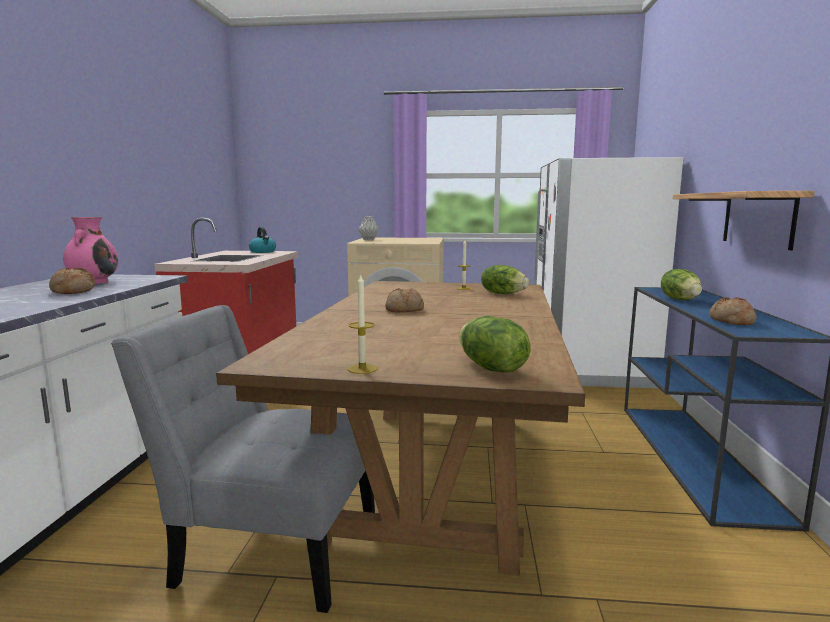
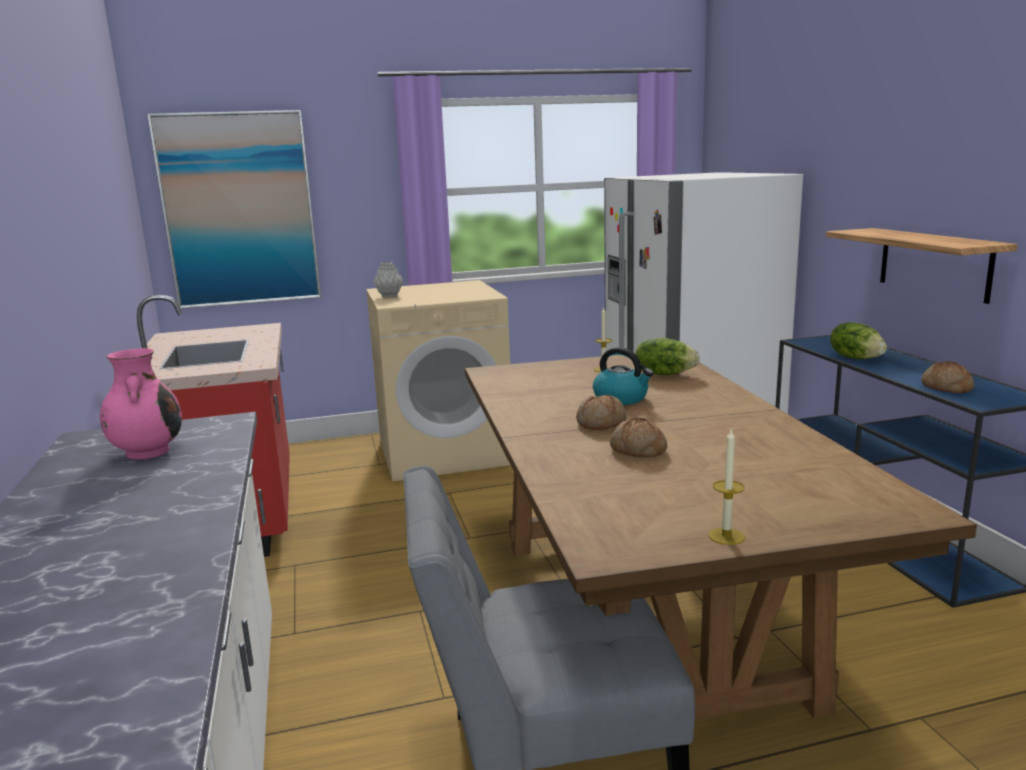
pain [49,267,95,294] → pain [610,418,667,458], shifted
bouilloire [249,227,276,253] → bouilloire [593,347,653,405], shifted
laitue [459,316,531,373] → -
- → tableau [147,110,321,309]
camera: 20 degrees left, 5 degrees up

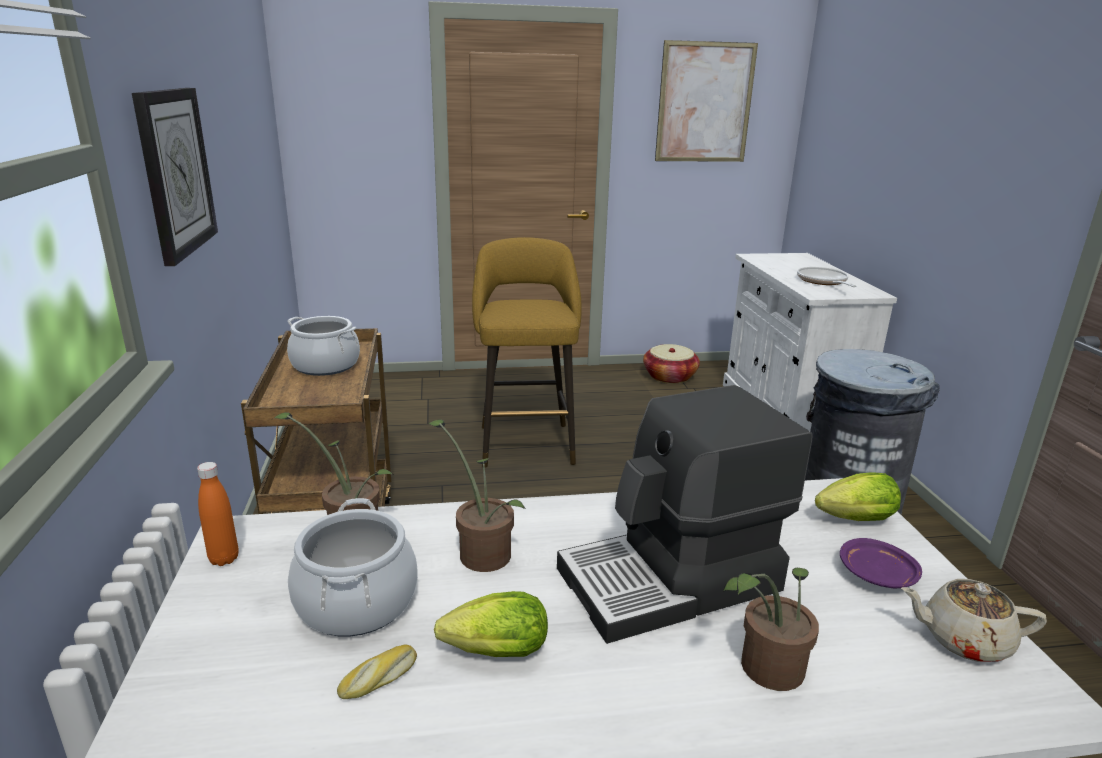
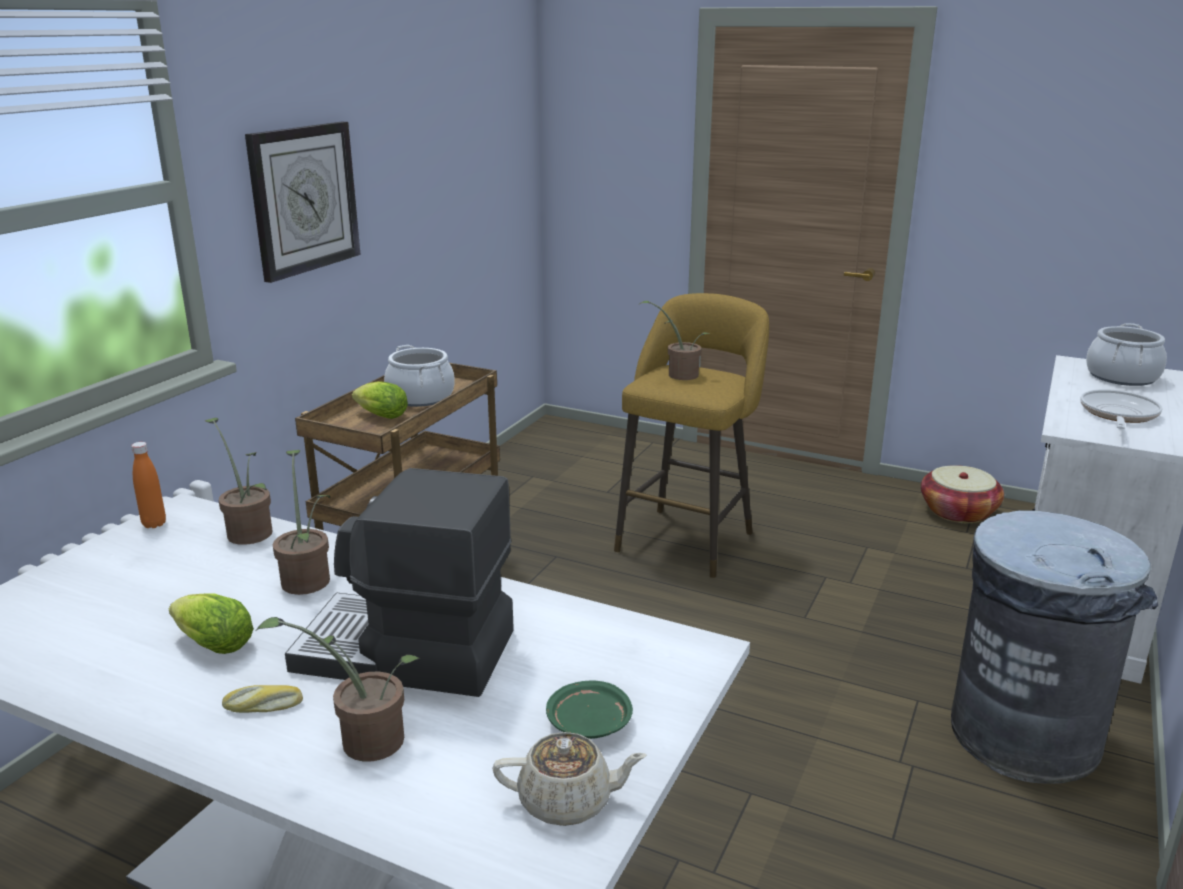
marmite [288,498,418,637] → marmite [1086,323,1167,386], shifted
pain [337,645,417,699] → pain [222,685,303,713], shifted
tableau [655,40,758,162] → -
laitue [815,472,901,521] → laitue [352,381,408,419], shifted
assiette/violet [840,538,922,588] → assiette/vert [546,681,633,739]
théière/beige [901,579,1047,662] → théière/beige [492,732,647,826], 135 degrees clockwise
- → plante en pot [640,301,709,380]
camera: 35 degrees right, 0 degrees up

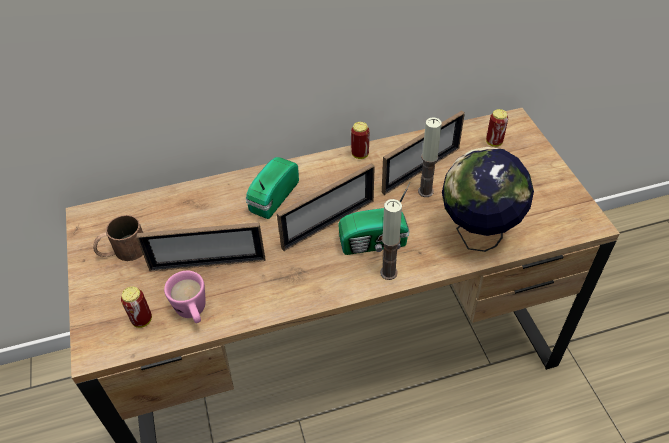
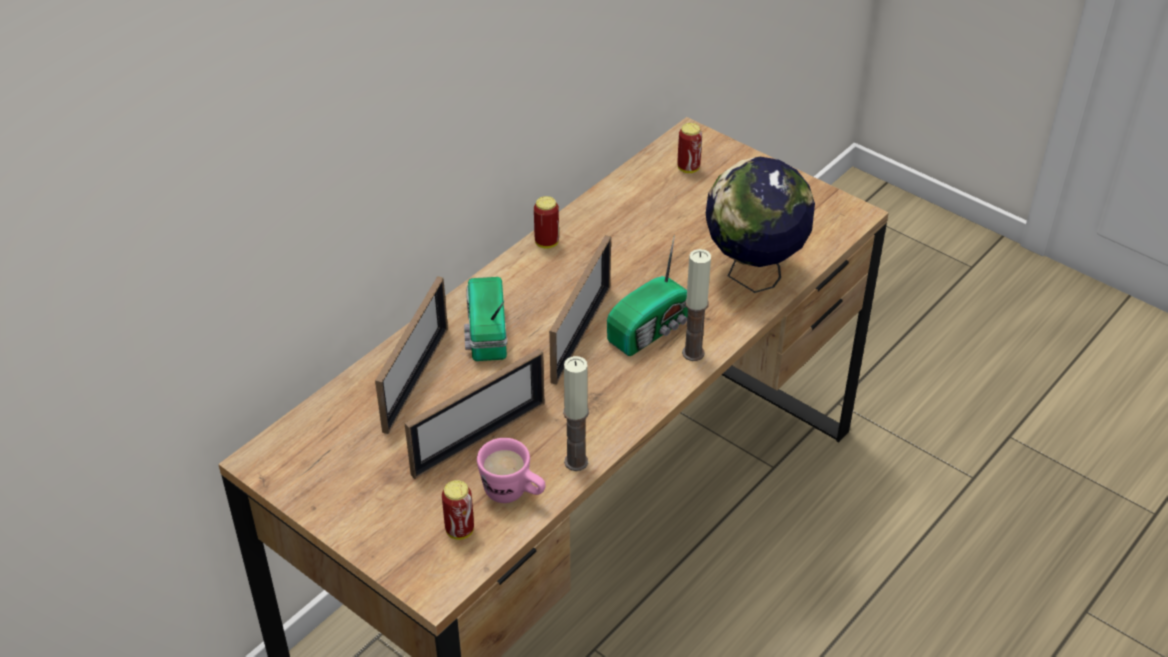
mug/marron [93,215,143,261] → -
cadre photo [382,111,465,195] → cadre photo [375,276,448,434], shifted
bougie [418,117,442,197] → bougie [563,356,589,471], shifted
camera: 35 degrees left, 5 degrees down

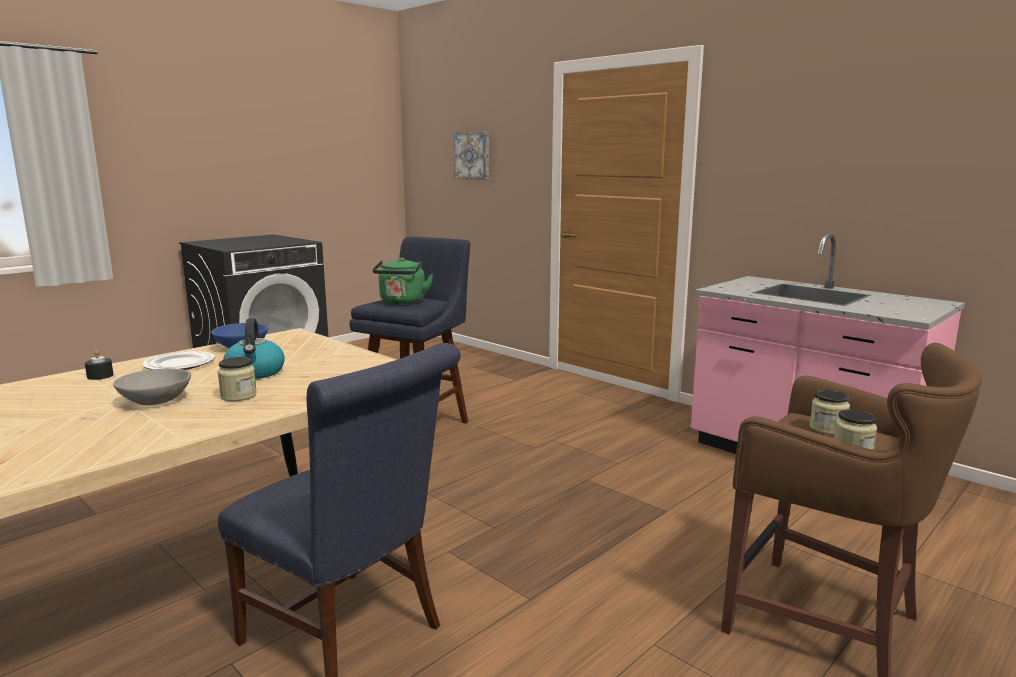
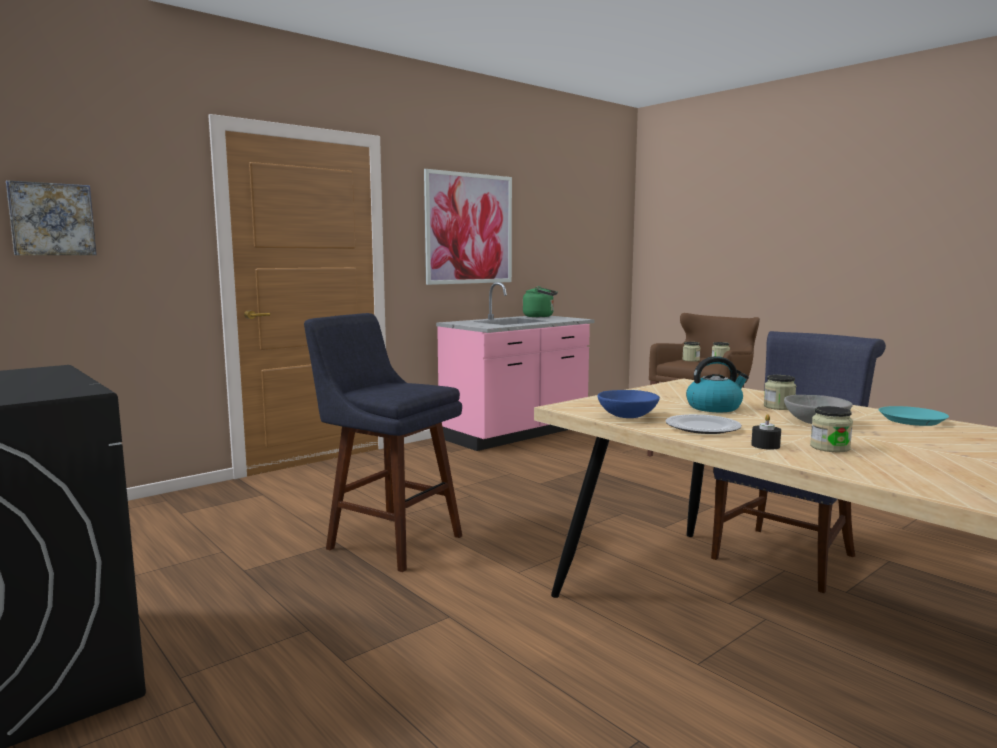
bouilloire/vert [373,257,434,304] → bouilloire/vert [523,286,558,317], shifted
- → tableau [424,169,512,285]
- → bocal [810,406,853,452]
- → assiette/turquoise [879,406,949,426]
camera: 85 degrees left, 5 degrees down

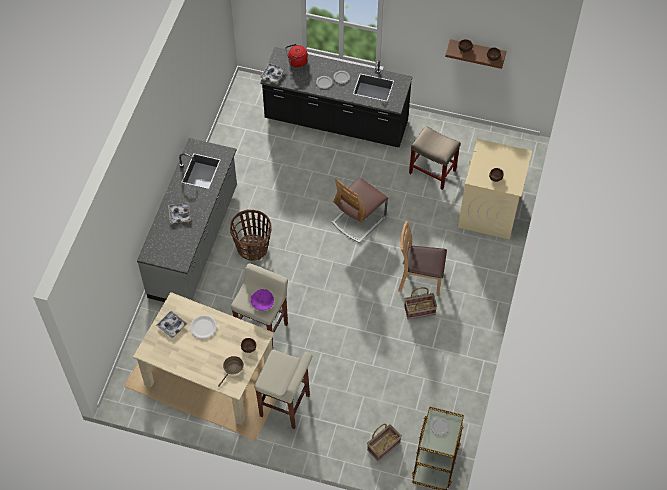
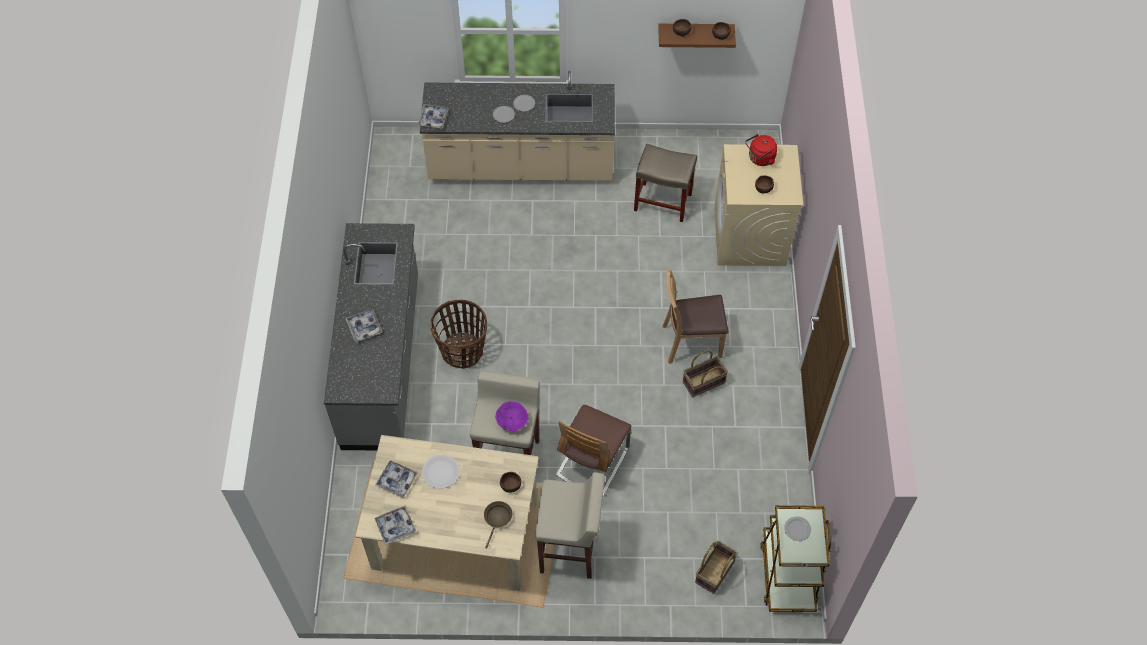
comptoir de cuisine/noir [260,47,413,147] → comptoir de cuisine/beige [420,71,615,181]
bouilloire/rouge [286,44,308,68] → bouilloire/rouge [745,134,777,166], shifted
chaise [332,178,388,243] → chaise [556,405,632,496], shifted
- → plateau [375,505,416,545]
camera: 15 degrees left, 0 degrees up

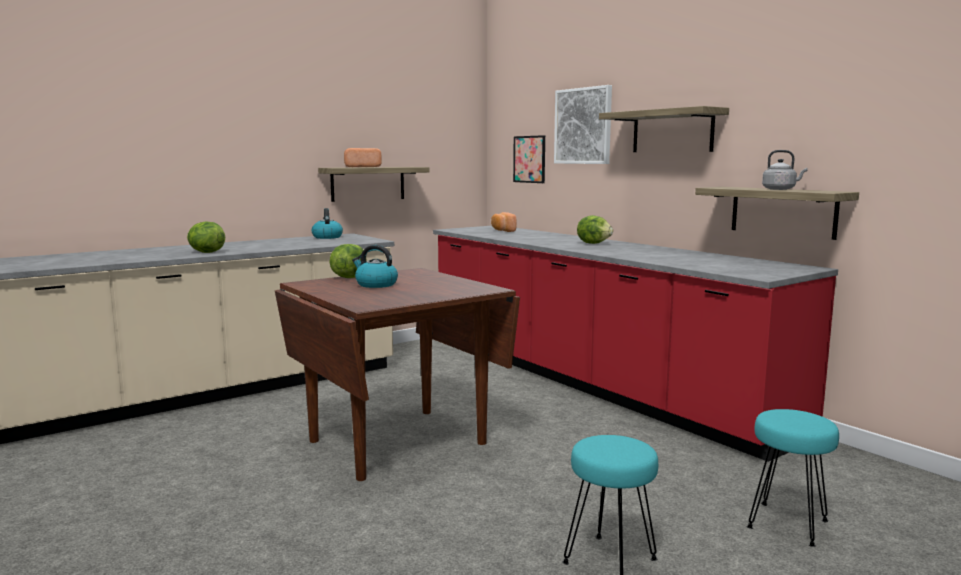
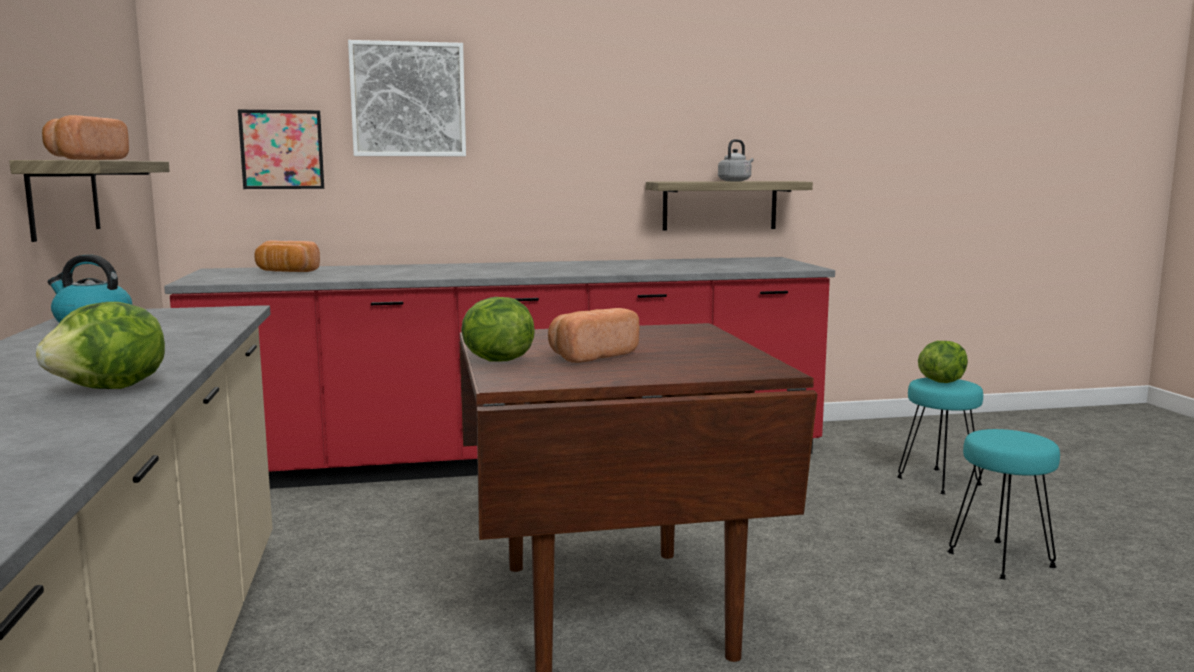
bouilloire [352,245,398,288] → pain [548,308,639,363]
laitue [577,215,613,244] → laitue [918,341,968,383], shifted
étagère [599,106,729,152] → -
camera: 65 degrees left, 0 degrees up

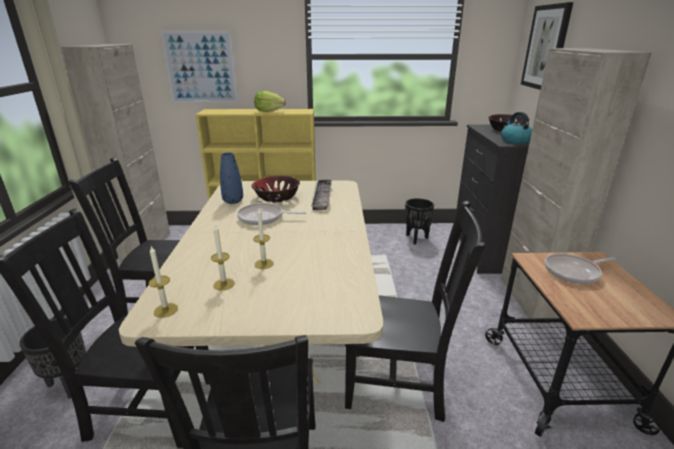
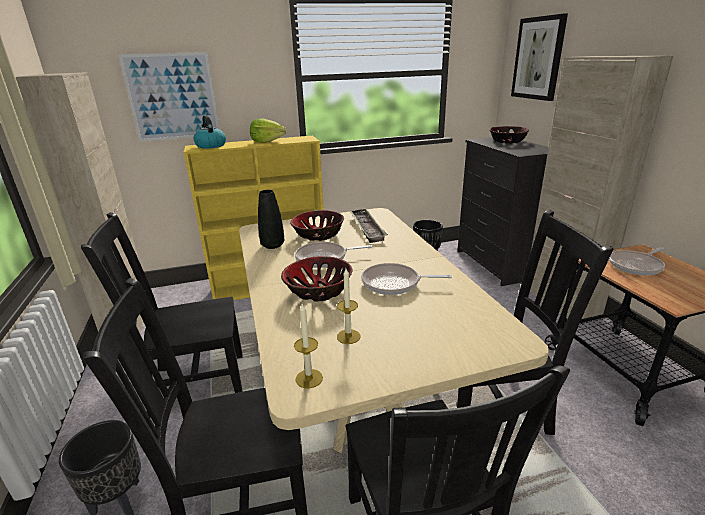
vase/bleu [220,152,243,204] → vase/noir [258,190,284,249]
bougie [253,209,274,269] → -
bouilloire [501,112,532,144] → bouilloire [194,115,226,149], shifted
- → bol [281,256,353,302]
- → poêle [361,263,452,295]
camera: 15 degrees left, 0 degrees up

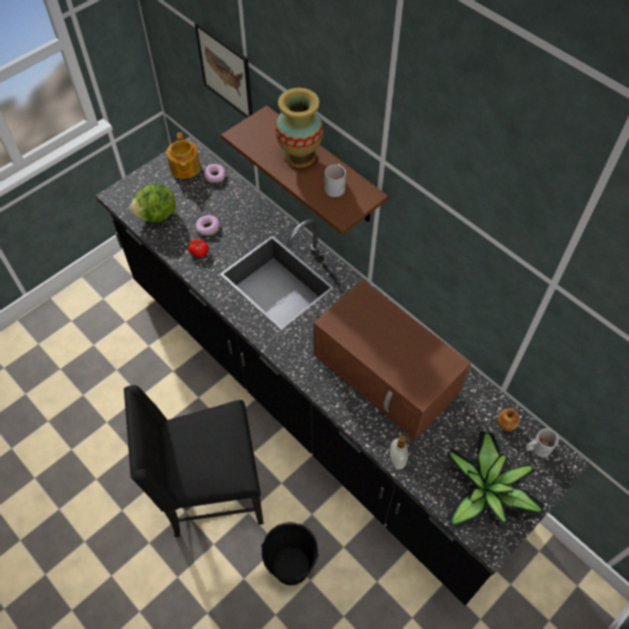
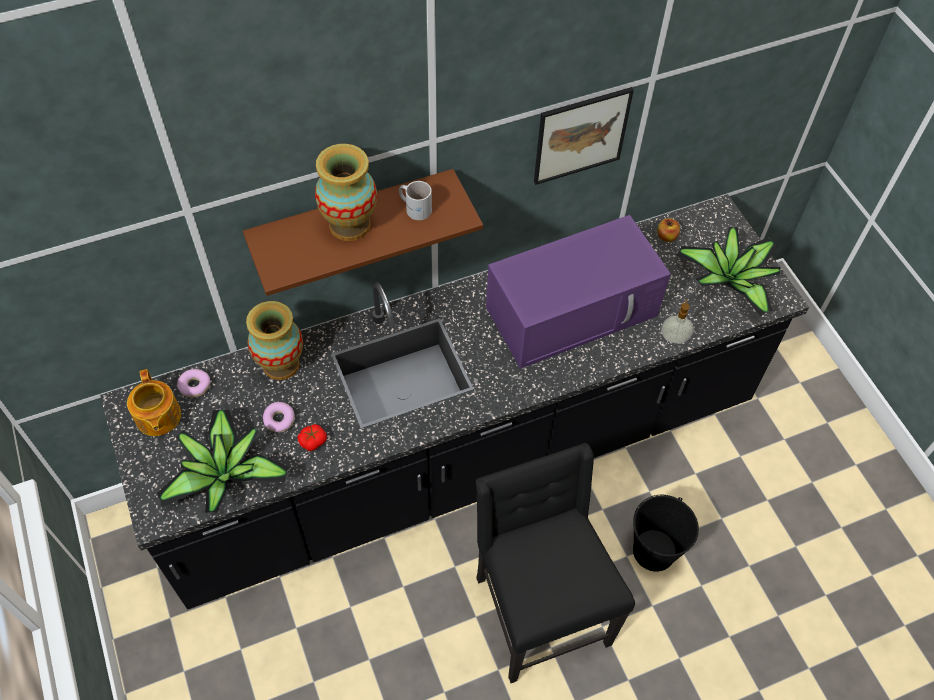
chaise/noir [124,385,264,537] → chaise/noir [476,443,635,683], 150 degrees clockwise
laitue [129,184,176,222] → plante en pot [157,410,288,513]
théière [167,132,201,179] → théière [127,369,181,436], 60 degrees clockwise
tableau [195,22,253,118] → tableau [534,87,634,185], shifted
micro-ondes/marron [314,280,471,440] → micro-ondes/violet [486,215,671,369]
mug/blanc [526,428,559,457] → -
- → vase [246,301,303,380]
camera: 70 degrees left, 0 degrees up

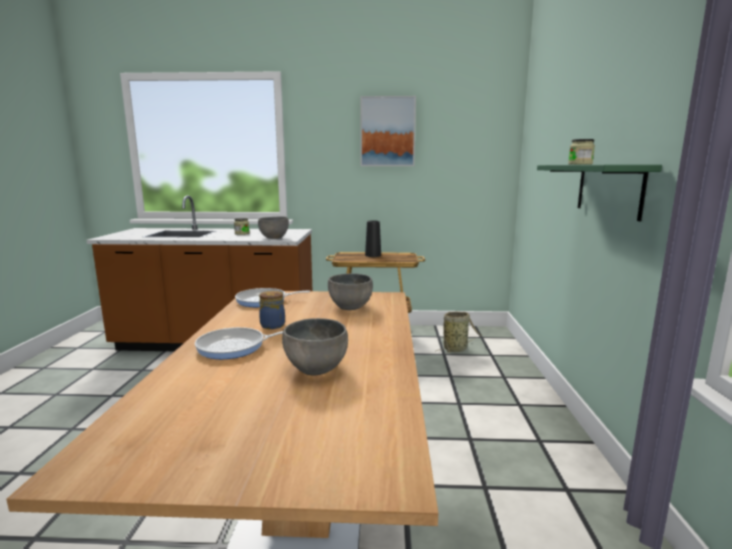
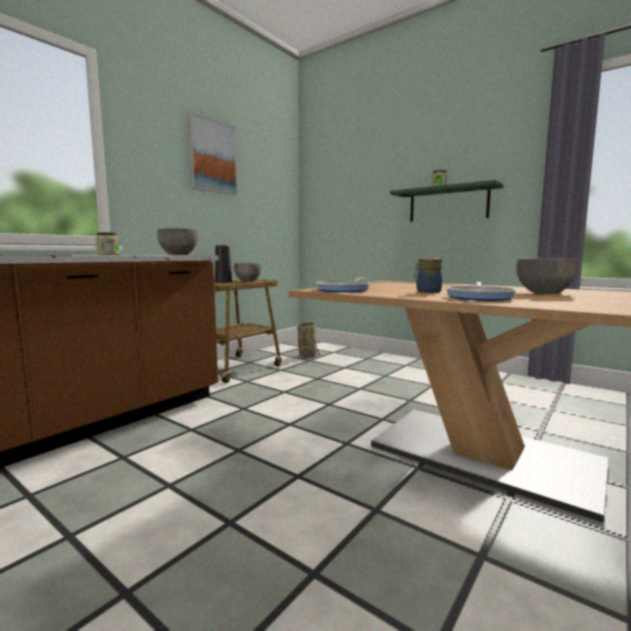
bol/gris [328,273,373,310] → bol/gris [234,263,261,281], shifted
camera: 55 degrees left, 5 degrees down

